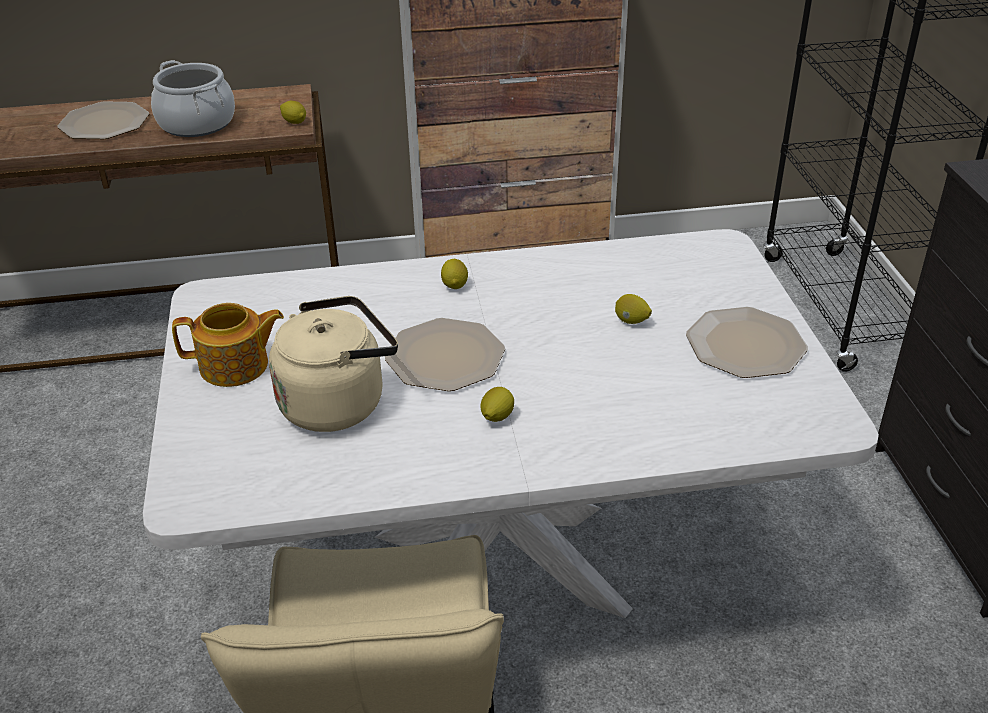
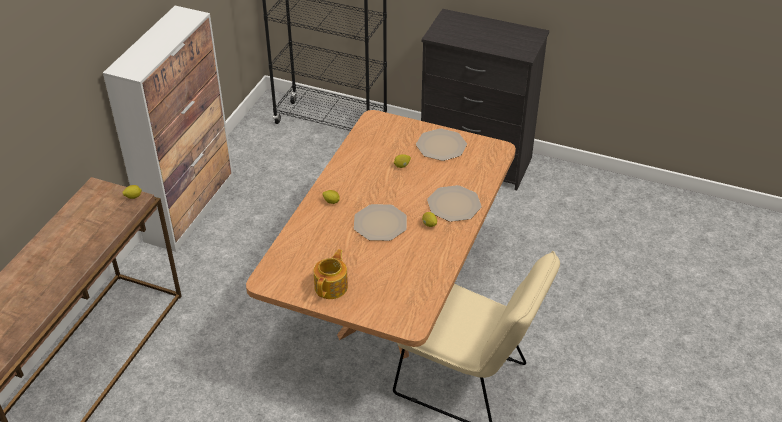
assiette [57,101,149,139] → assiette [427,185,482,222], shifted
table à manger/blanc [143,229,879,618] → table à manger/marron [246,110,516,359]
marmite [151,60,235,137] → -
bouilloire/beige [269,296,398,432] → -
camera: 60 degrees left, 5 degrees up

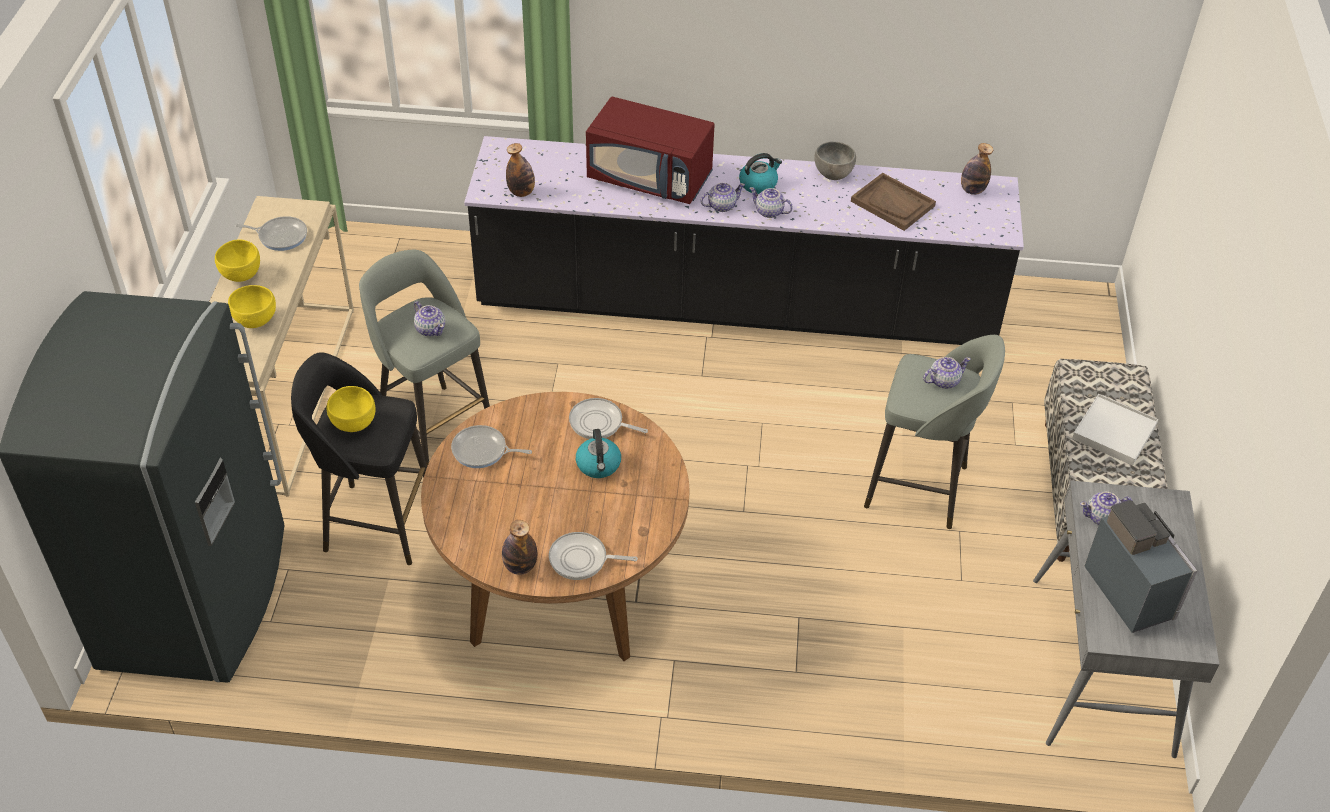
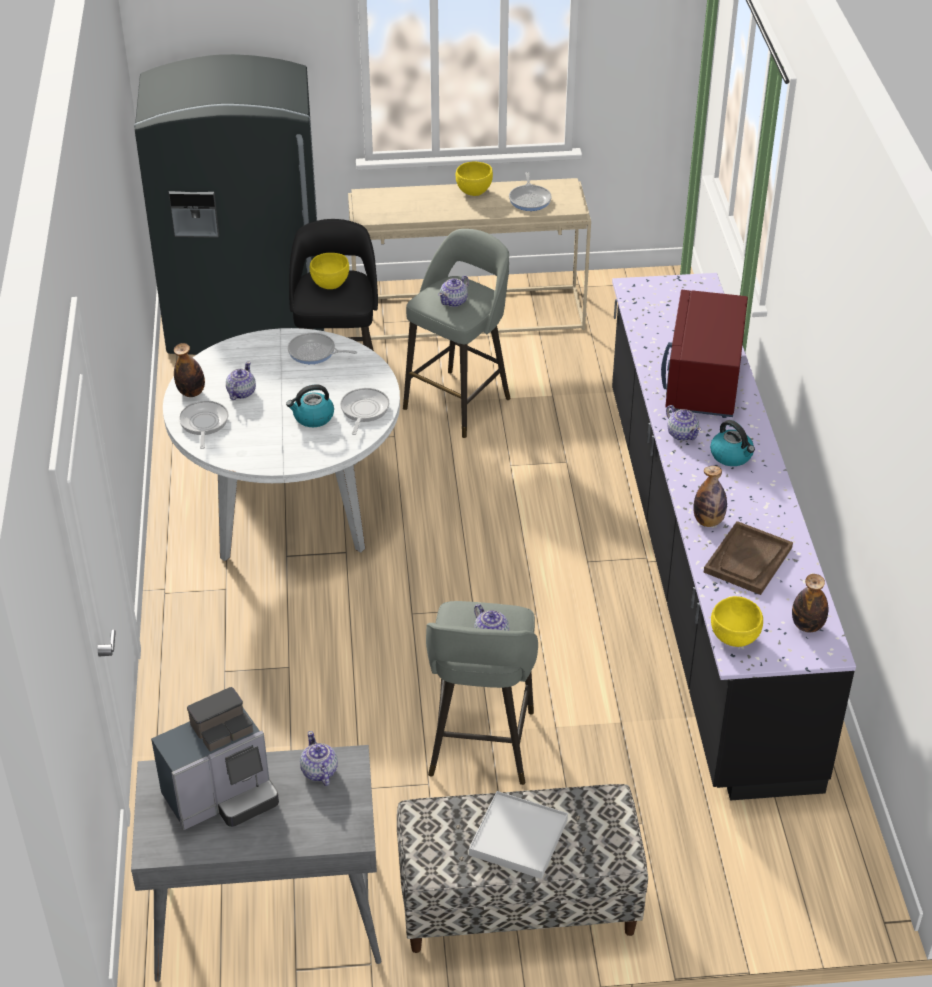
bol/jaune [228,285,276,328] → bol/jaune [711,596,763,647], shifted
table à manger/marron [421,392,690,661] → table à manger/blanc [163,328,400,561]
poêle [451,425,532,468] → poêle [288,333,357,364], 75 degrees counterclockwise
bouteille [506,143,535,197] → bouteille [693,466,727,527], shifted
théière [749,187,793,218] → théière [226,361,256,400], shifted
bol/gris [814,141,856,180] → -
camera: 80 degrees right, 5 degrees down

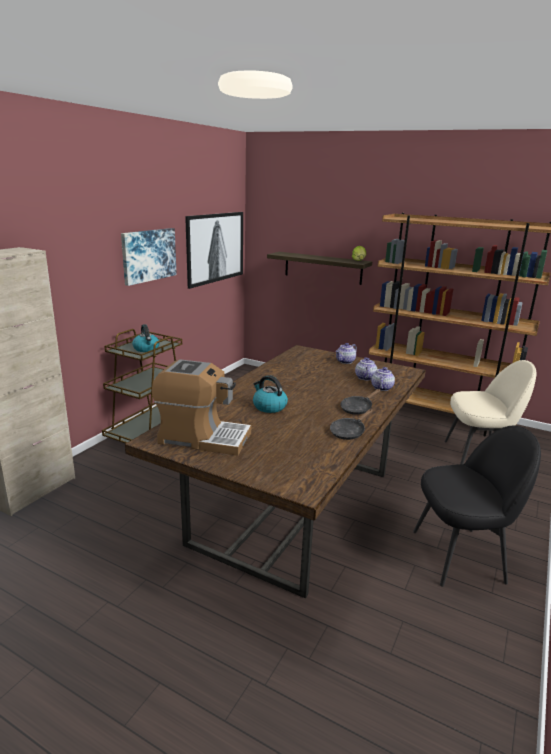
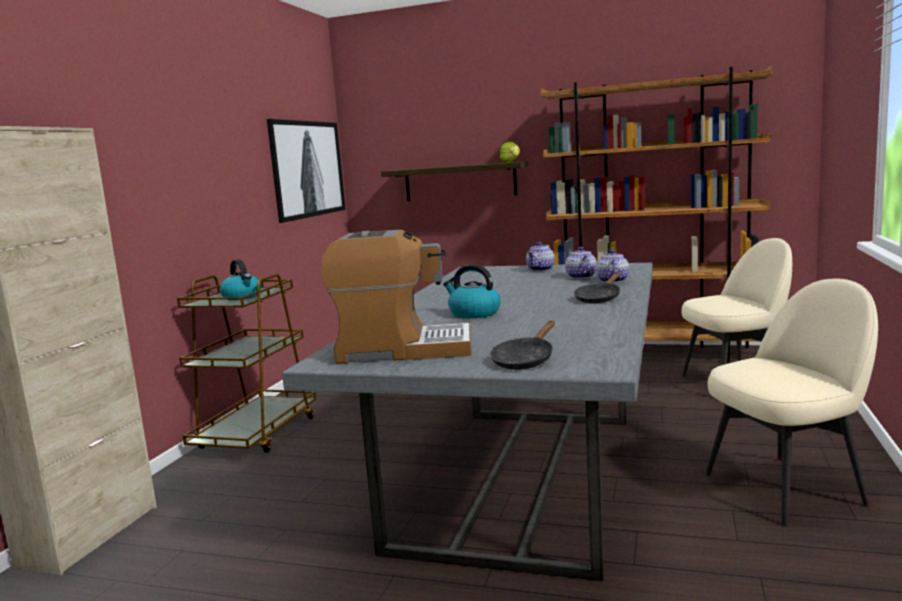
tableau [121,228,177,286] → -
table à manger/marron [125,345,426,598] → table à manger/gris [282,263,652,581]
poêle/noir [330,409,373,440] → poêle/noir [490,321,555,370], shifted
chaise/noir [413,426,541,587] → chaise/beige [705,279,878,527]
camera: 10 degrees left, 10 degrees down

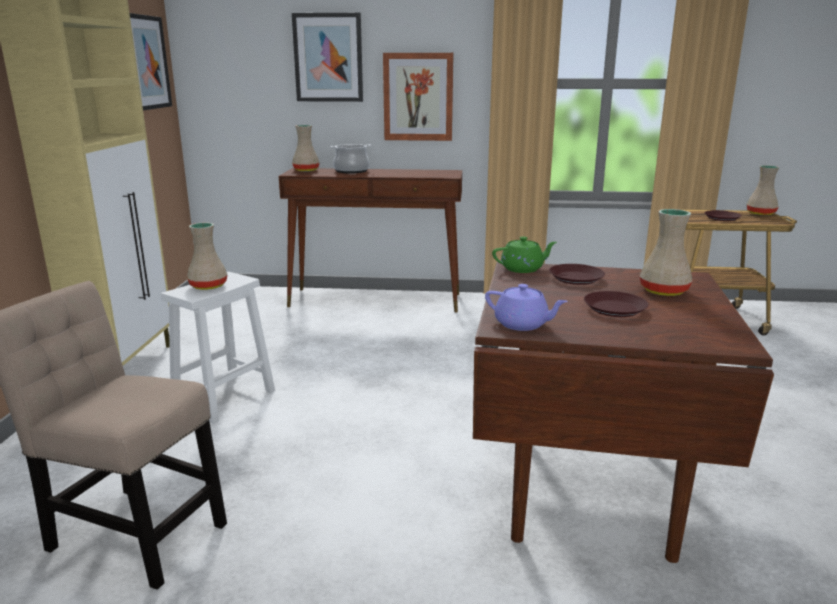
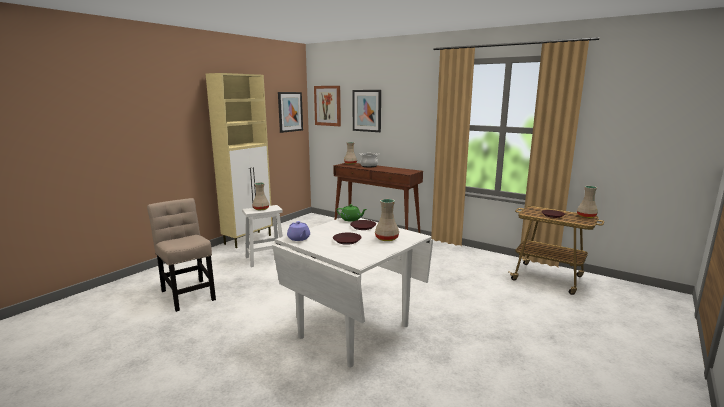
tableau [383,53,453,141] → tableau [314,86,341,126], shifted
table à manger/marron [473,262,774,563] → table à manger/blanc [272,218,433,367]
camera: 30 degrees right, 5 degrees down

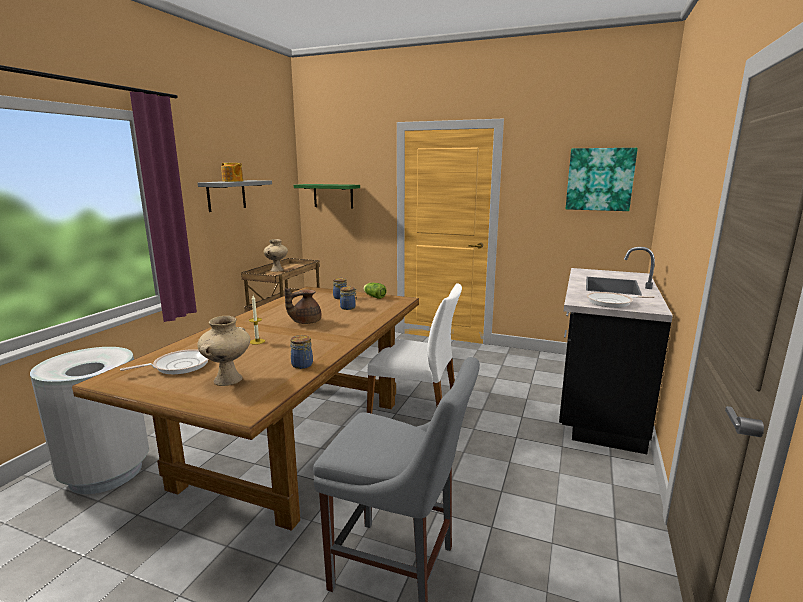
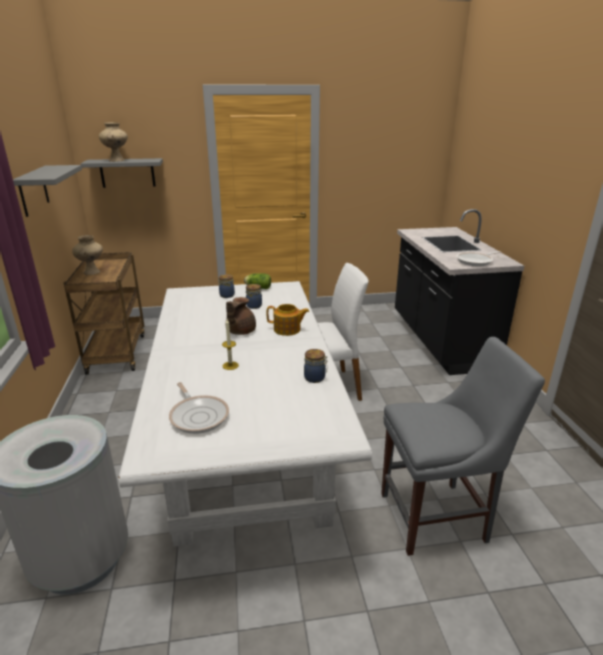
table à manger/marron [72,286,419,531] → table à manger/blanc [118,281,372,547]
poêle [120,349,209,374] → poêle [169,382,229,434], 120 degrees clockwise
vase/beige [197,316,250,386] → vase/beige [99,122,128,162], shifted
théière [221,163,243,182] → théière [267,304,309,336], shifted
étagère/vert [294,184,360,208] → étagère/gris [81,158,163,188]
tableau [566,148,638,211] → -
camera: 30 degrees left, 10 degrees up

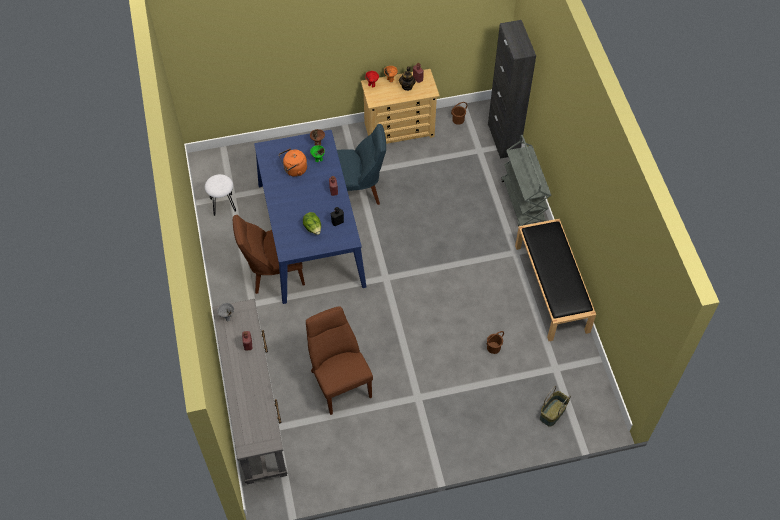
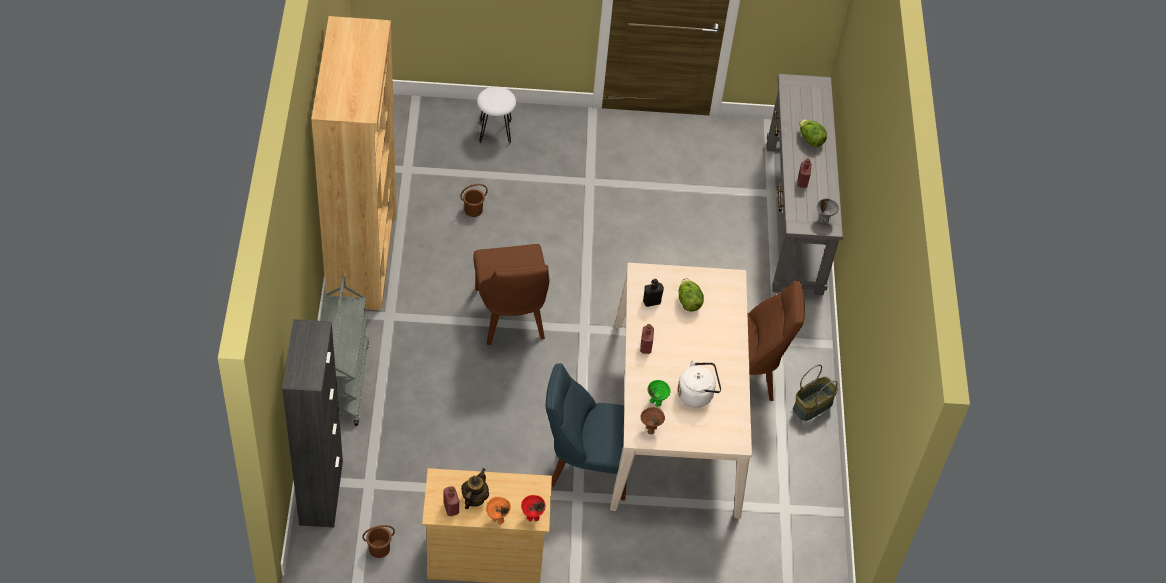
tabouret/blanc [205,174,236,216] → tabouret/blanc [477,86,516,144], shifted
table à manger/bleu [254,130,366,304] → table à manger/beige [610,263,752,518]
bouilloire/orange [279,148,307,177] → bouilloire/blanc [677,360,721,408]
chaise/marron [306,306,373,415] → chaise/marron [473,244,550,345], shifted
banc/noir [515,218,596,341] → bibliothèque/marron [311,16,397,310]
panier [540,386,571,427] → panier [793,365,838,421], shifted
- → laitue [800,119,827,147]
camera: 170 degrees left, 5 degrees down

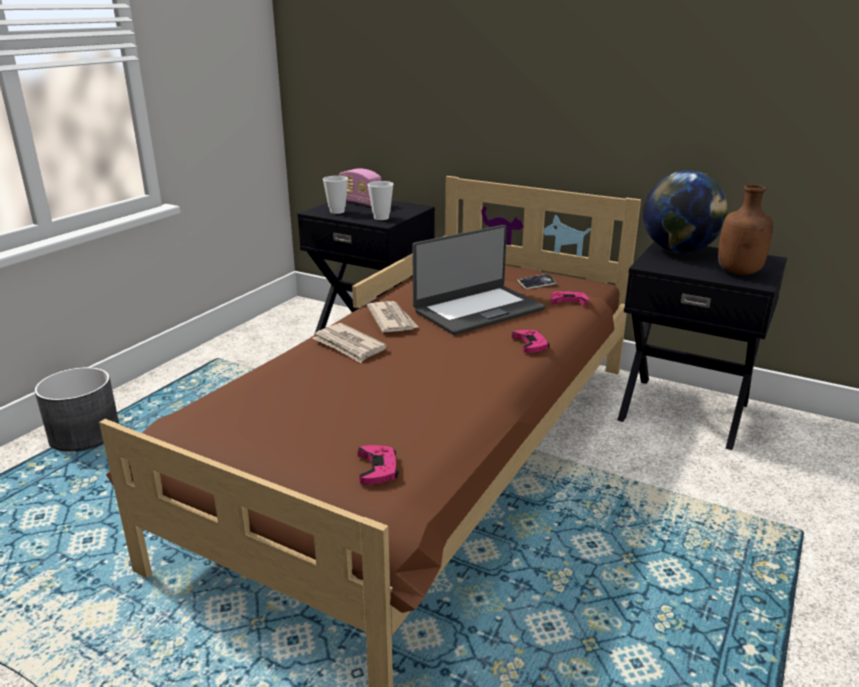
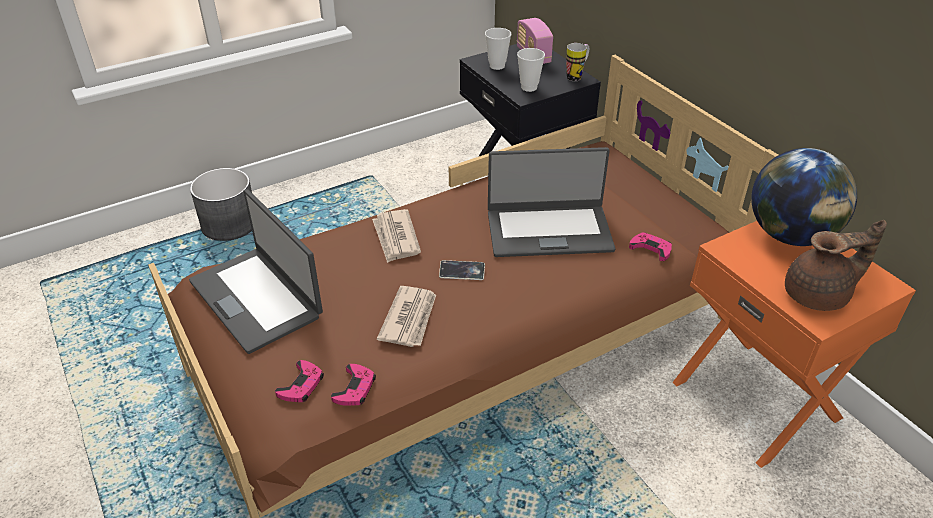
journal [367,301,418,332] → journal [377,286,436,347], shifted
manette/rose [512,330,550,353] → manette/rose [331,364,376,406], shifted
téléphone [518,274,556,289] → téléphone [439,260,485,280], shifted
table de chevet/noir [617,242,787,450] → table de chevet/orange [672,221,916,468]
bouteille/marron [718,185,773,275] → théière/marron [785,220,887,311]
- → ordinateur portable [189,189,323,354]
- → mug [566,43,589,81]
camera: 30 degrees right, 15 degrees up

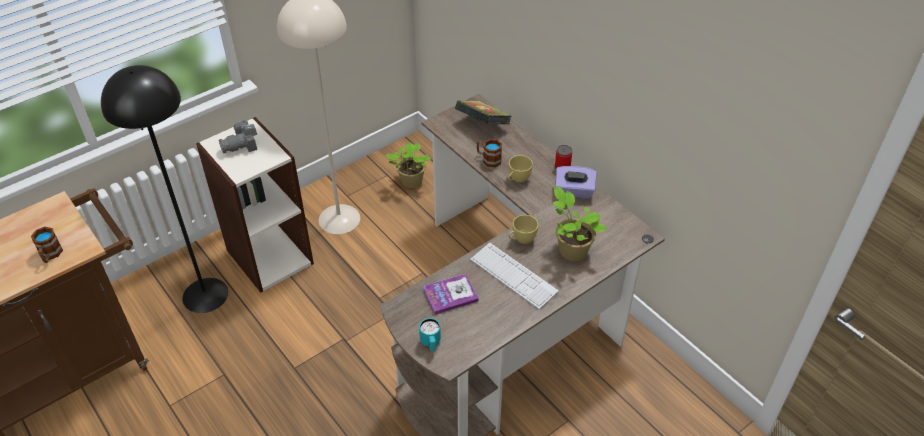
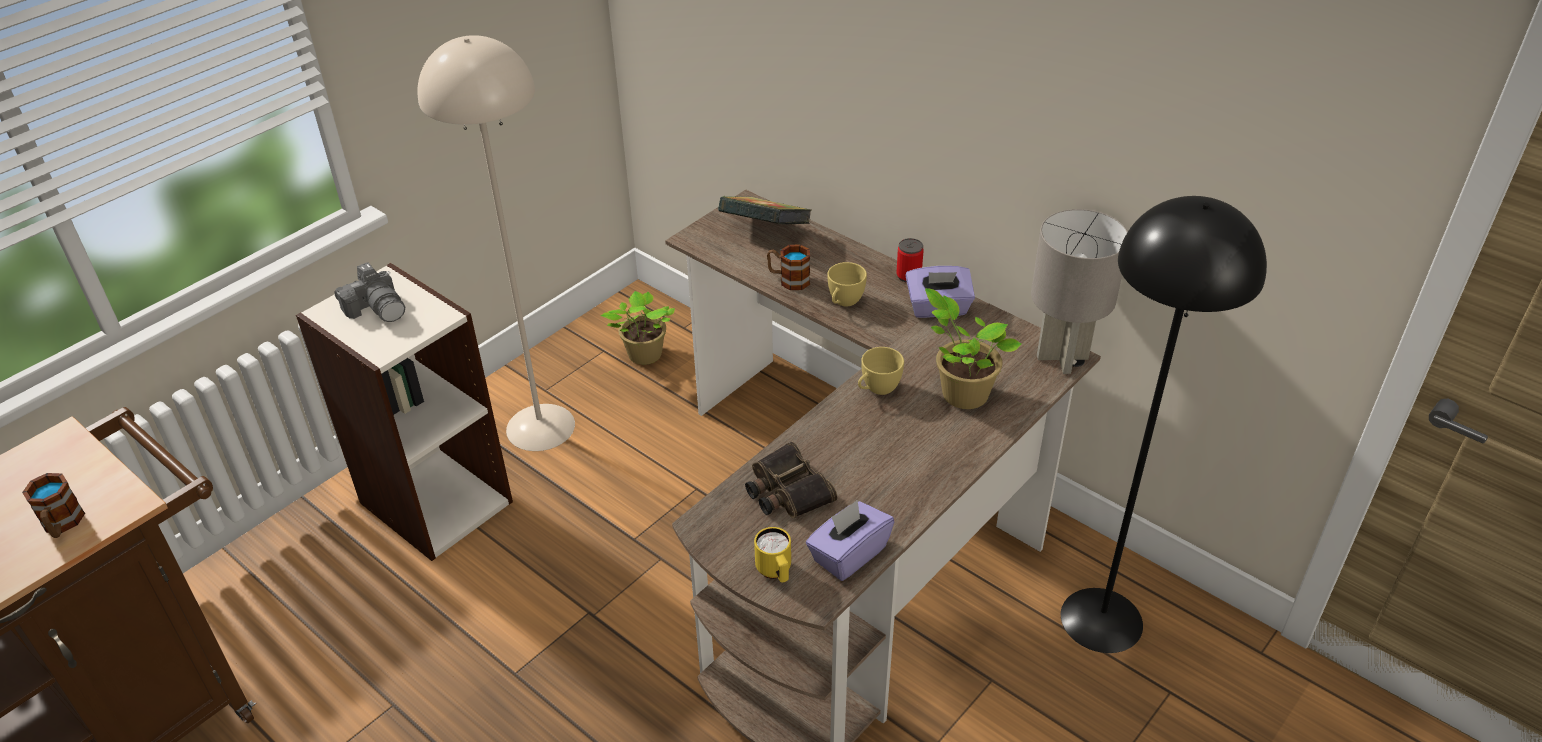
lampadaire/noir [101,65,228,313] → lampadaire/noir [1061,196,1267,653], shifted
appareil photo [219,120,257,153] → appareil photo [334,262,406,322], 90 degrees counterclockwise
mug/turquoise [419,318,441,351] → mug/jaune [754,527,791,582]
livre [423,274,479,314] → jumelles [745,441,837,518]
clavier [470,243,559,310] → -
- → boîte à mouchoirs/violet [806,500,894,581]
- → lampe de table/gris [1031,209,1128,374]
camera: 10 degrees left, 5 degrees down

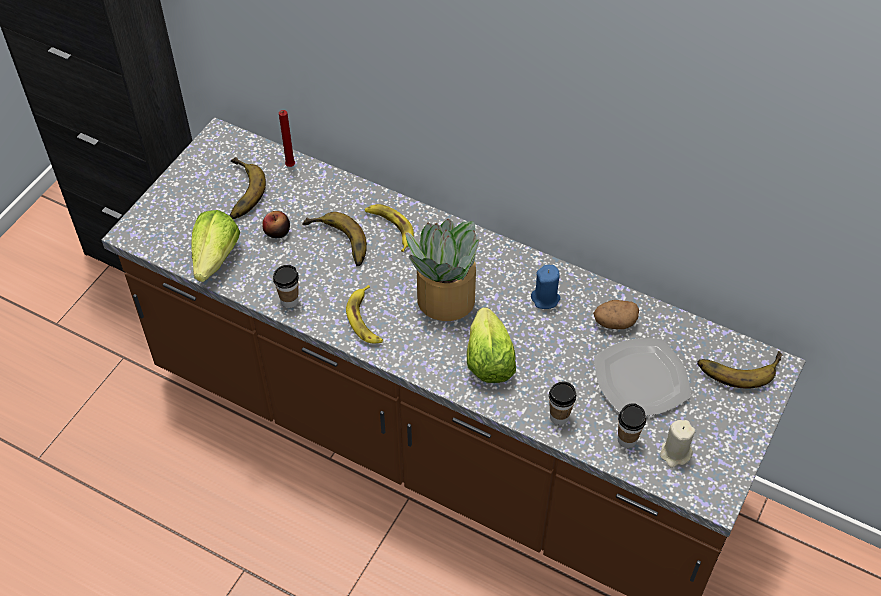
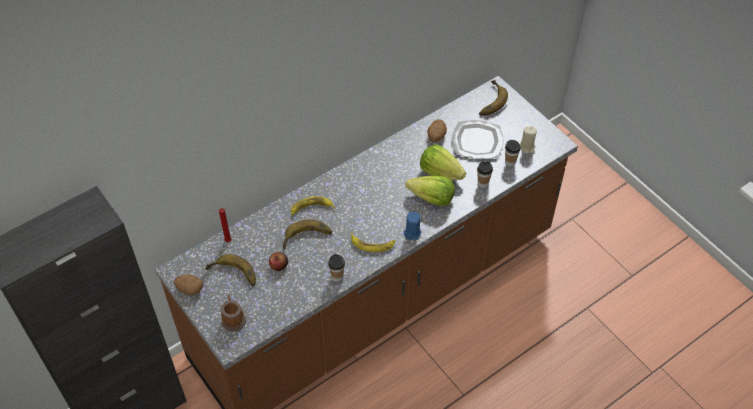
laitue [191,210,240,282] → laitue [420,144,466,180], shifted
plante en pot [405,218,479,321] → -
bougie/bleu [531,265,561,309] → bougie/bleu [404,212,421,240], shifted
- → pomme de terre [174,274,203,295]
- → mug [221,295,246,332]
camera: 65 degrees left, 0 degrees up

